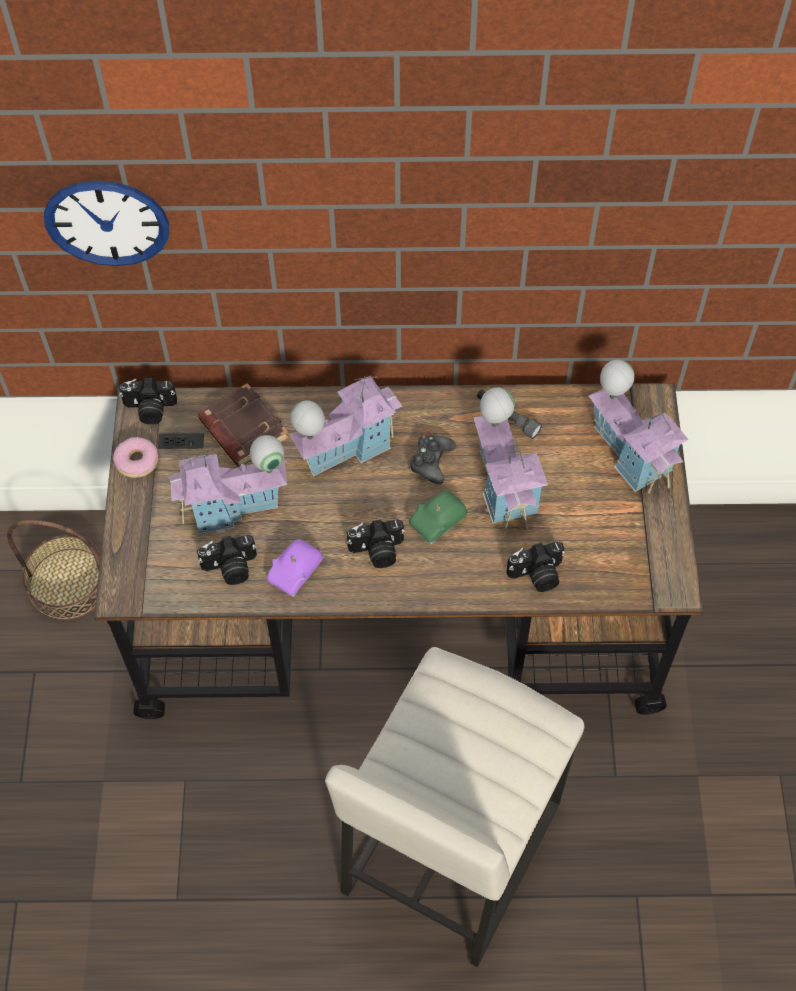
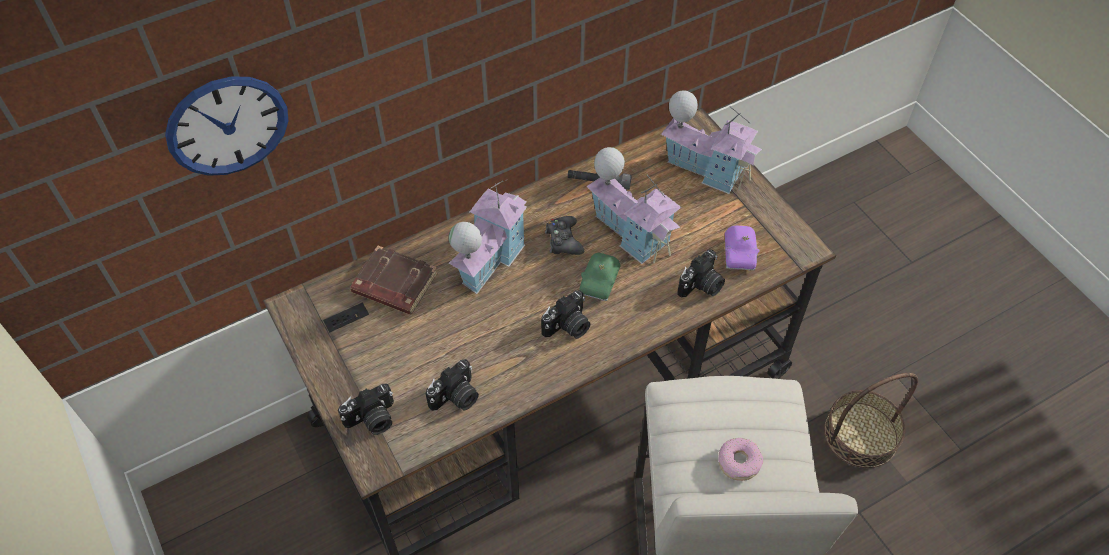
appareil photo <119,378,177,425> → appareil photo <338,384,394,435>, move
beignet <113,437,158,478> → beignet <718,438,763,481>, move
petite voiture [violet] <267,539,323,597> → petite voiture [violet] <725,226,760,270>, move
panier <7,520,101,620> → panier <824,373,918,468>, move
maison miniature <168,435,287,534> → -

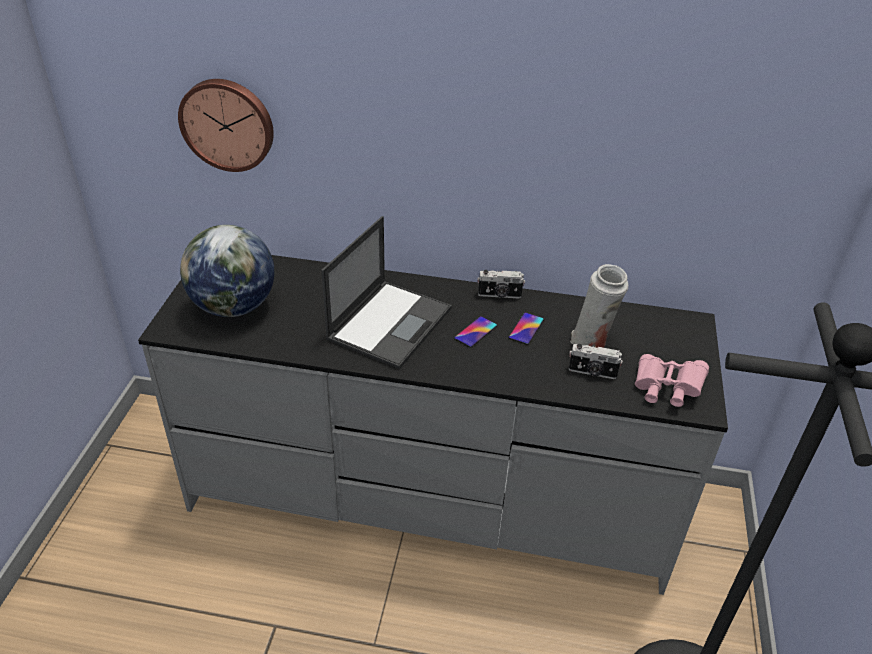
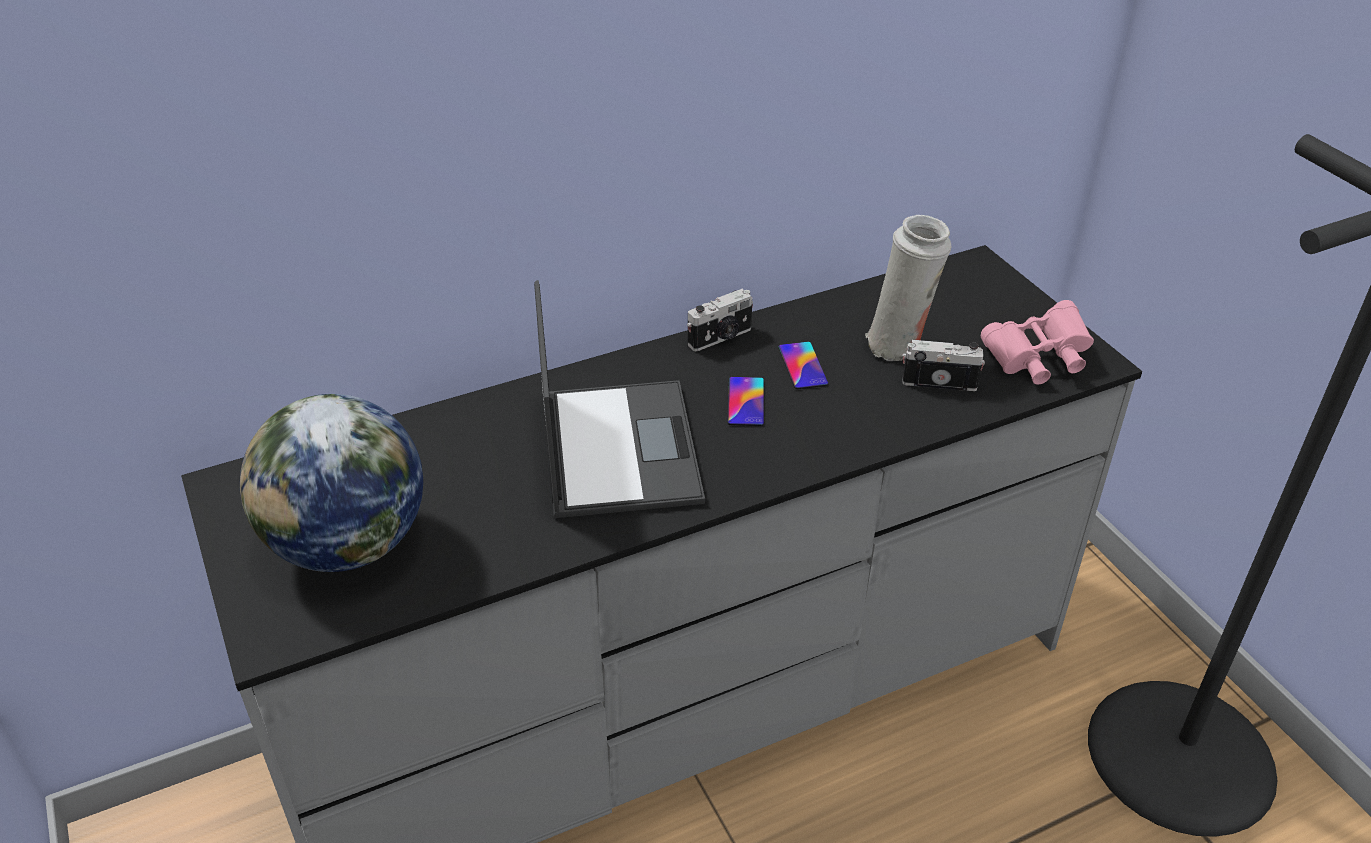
appareil photo <569,344,623,379> → appareil photo <902,340,985,391>, 150 degrees counterclockwise
horloge murale <178,79,274,172> → -

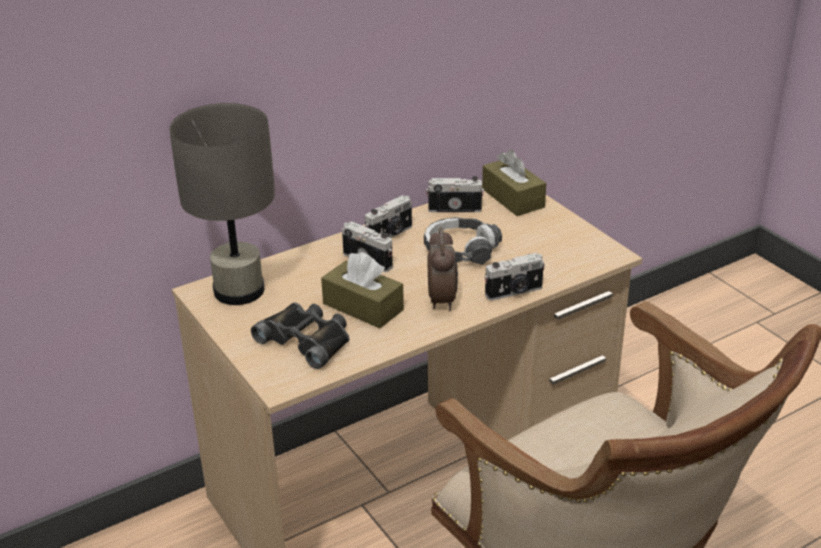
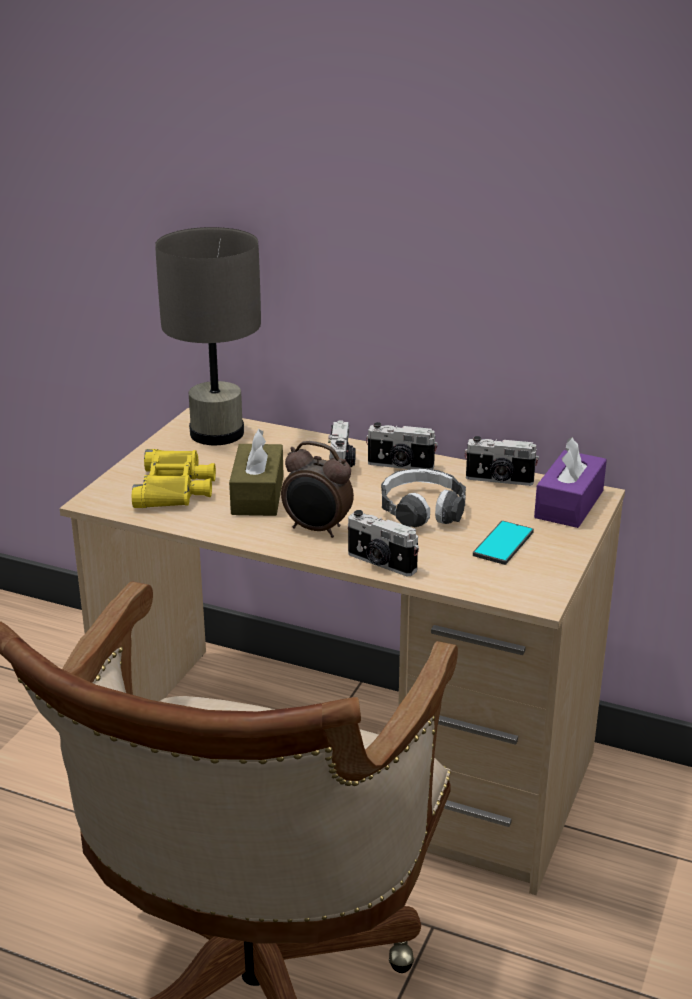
jumelles [noir] <251,302,349,369> → jumelles [jaune] <132,449,216,508>
réveil <428,228,458,311> → réveil <281,441,354,538>, 60 degrees clockwise
appareil photo <426,176,484,212> → appareil photo <464,436,539,486>, 135 degrees clockwise
- → téléphone <473,521,534,565>
boîte à mouchoirs [marron] <482,150,546,216> → boîte à mouchoirs [violet] <534,437,607,528>

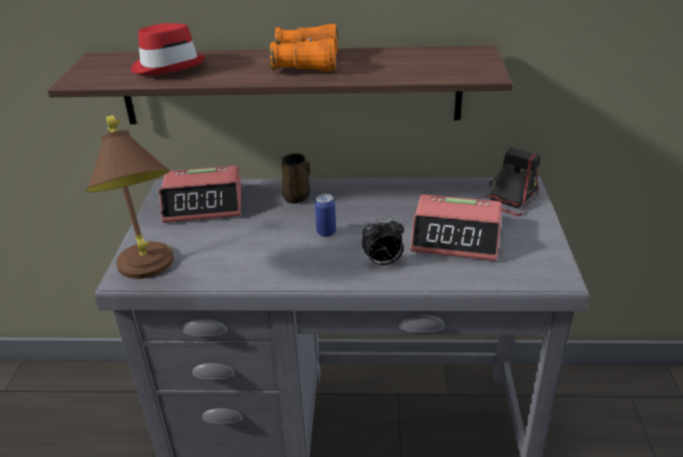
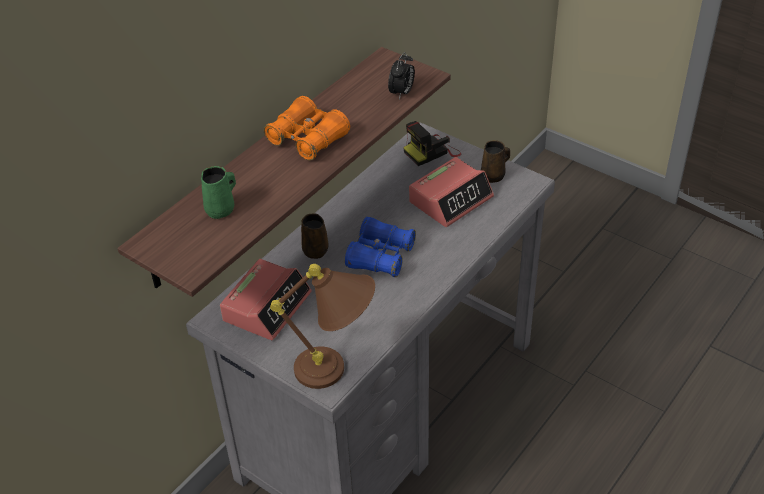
chapeau [rouge] <131,23,205,75> → mug [vert] <201,166,236,219>
boîte métallique <315,194,336,237> → jumelles [bleu] <345,217,416,277>
réveil <362,217,404,266> → réveil <388,52,415,100>, move
appareil photo <478,147,541,216> → appareil photo <403,121,461,166>, 105 degrees counterclockwise
- → mug [marron] <481,140,510,183>

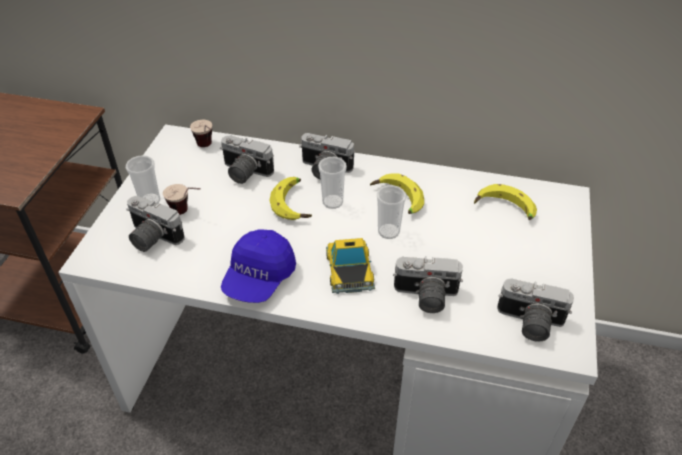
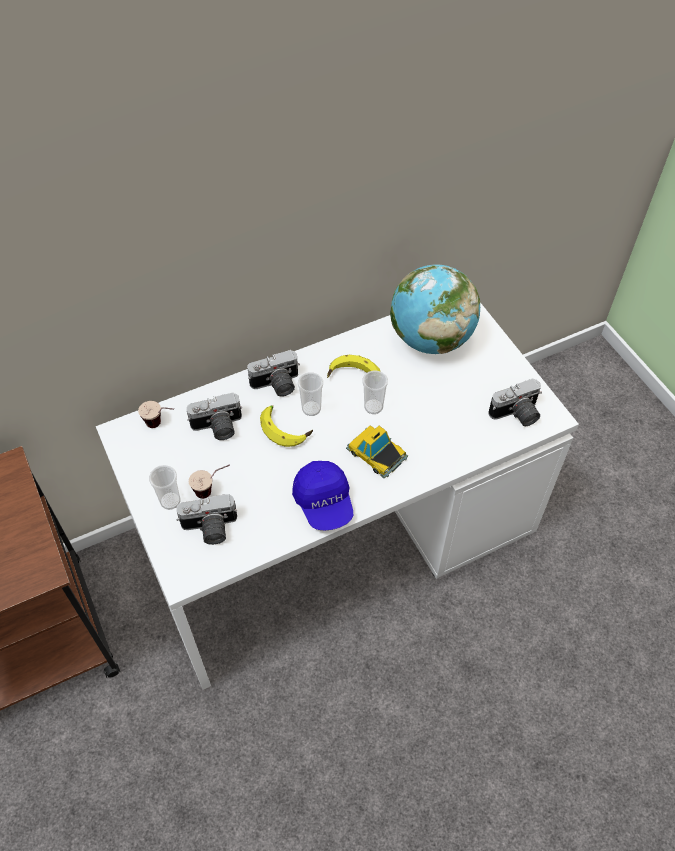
banane <474,184,537,220> → globe <390,264,480,354>
appareil photo <393,257,463,313> → -

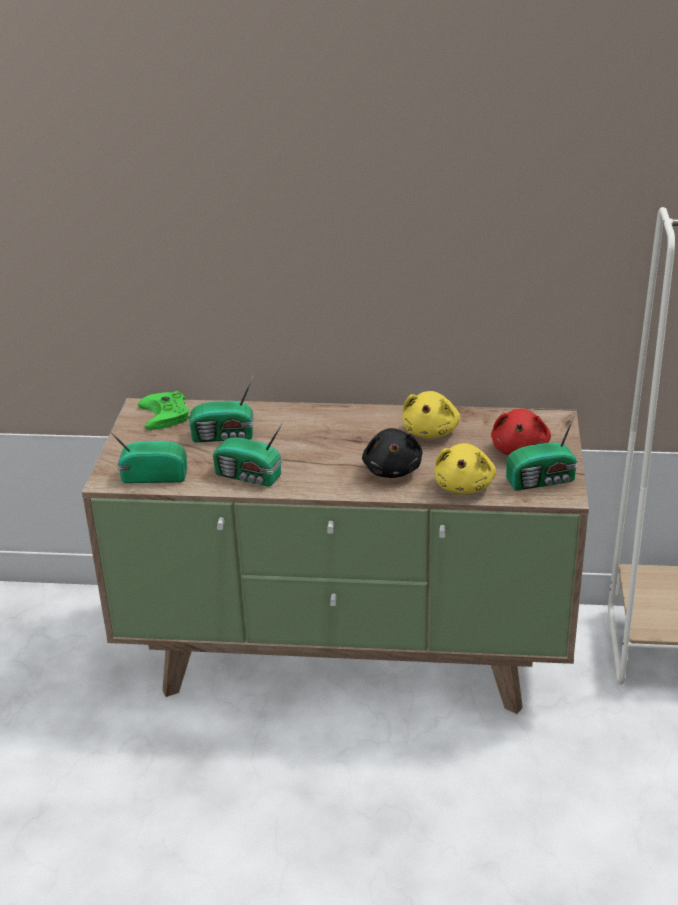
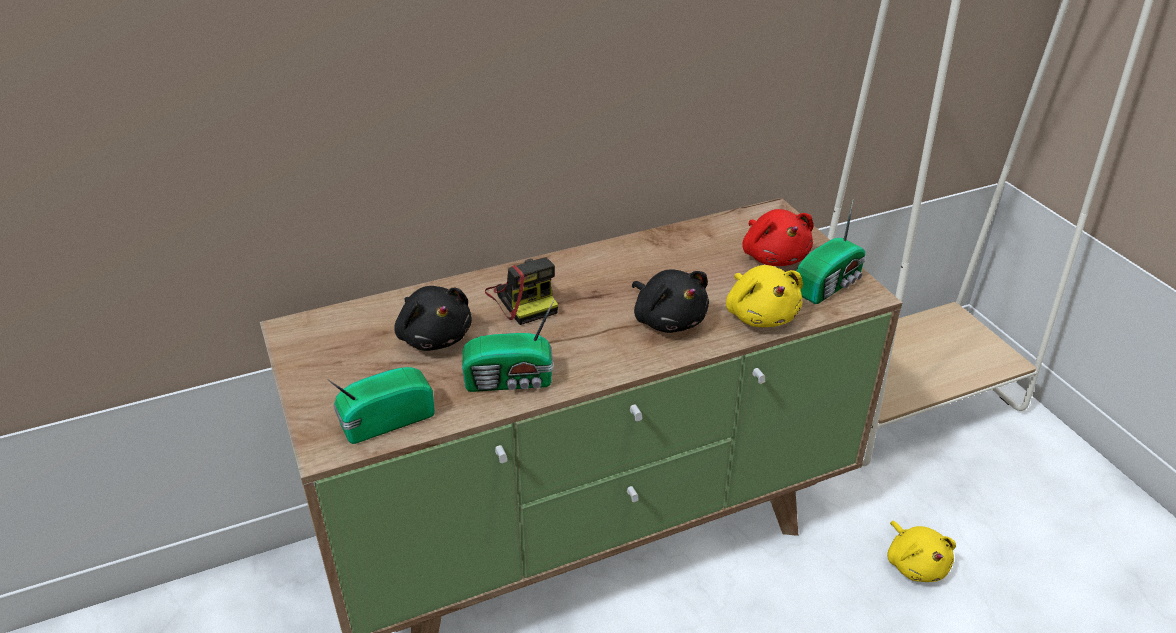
radio <189,375,254,442> → peluche [noir] <394,286,472,351>
- → appareil photo <485,257,558,325>
peluche [jaune] <403,391,460,438> → peluche [jaune] <887,521,956,582>, move
manette [vert] <138,391,190,430> → -

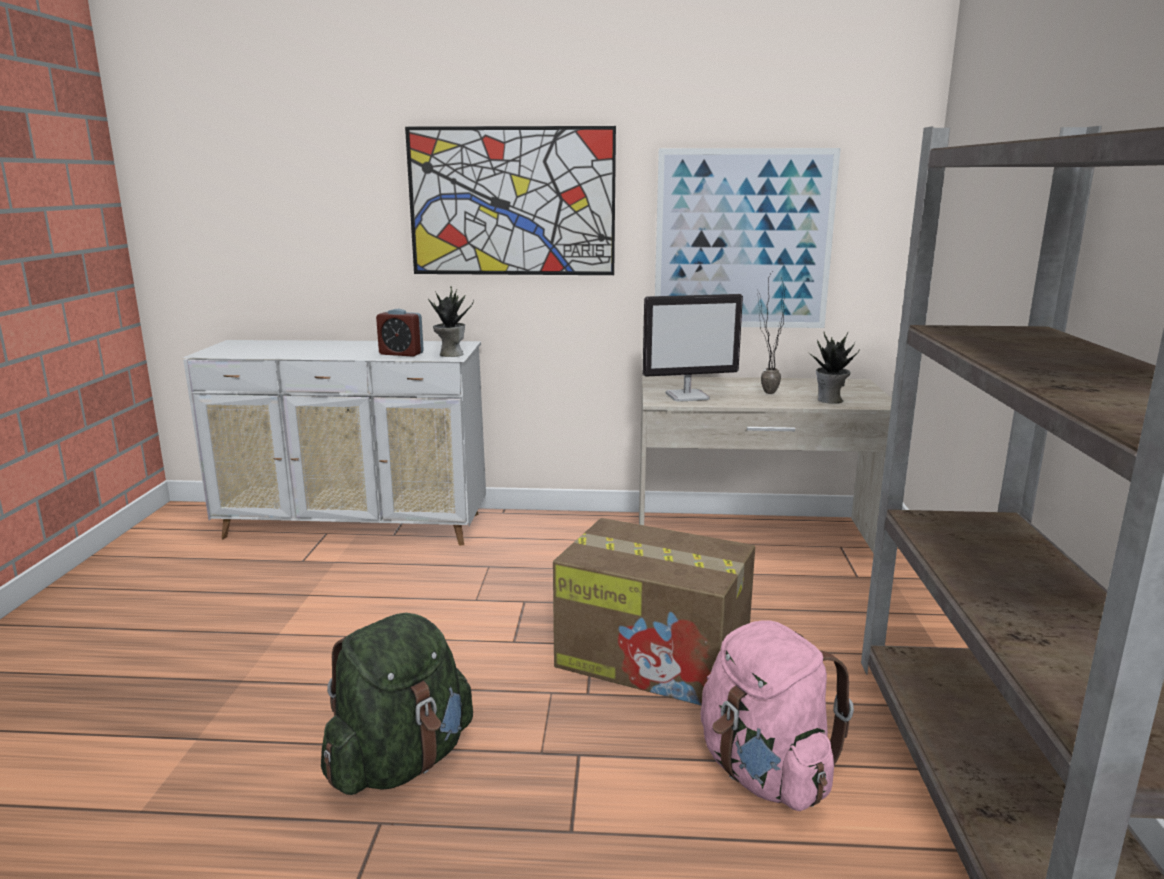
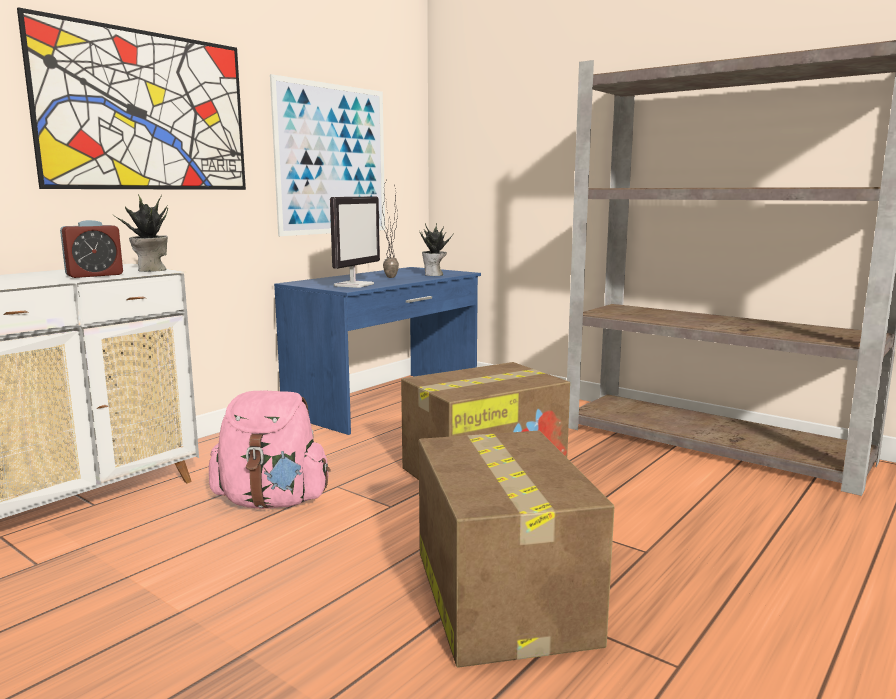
sac à dos [rose] <701,620,854,811> → sac à dos [rose] <209,391,331,509>, move
bureau [beige] <639,376,892,554> → bureau [bleu] <274,267,481,435>
sac à dos [vert] <321,613,473,795> → carton <419,431,614,668>

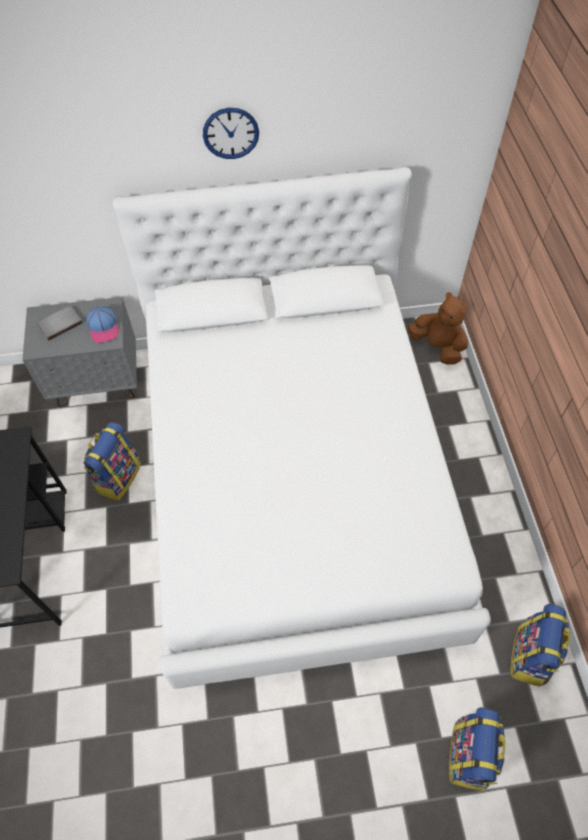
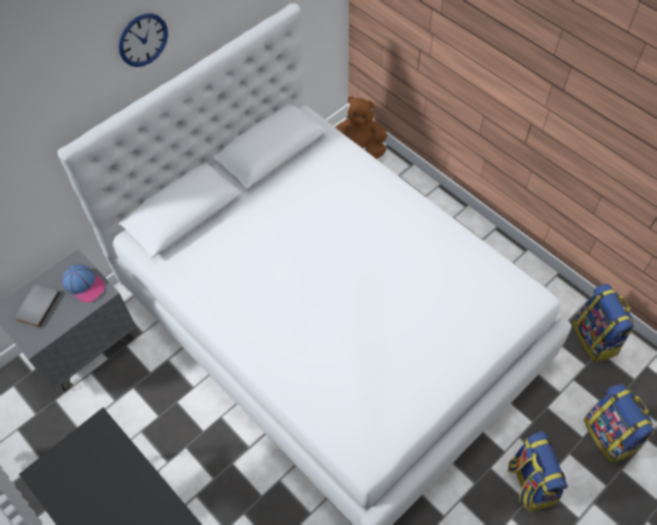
sac à dos <83,422,141,501> → sac à dos <508,431,568,512>, move

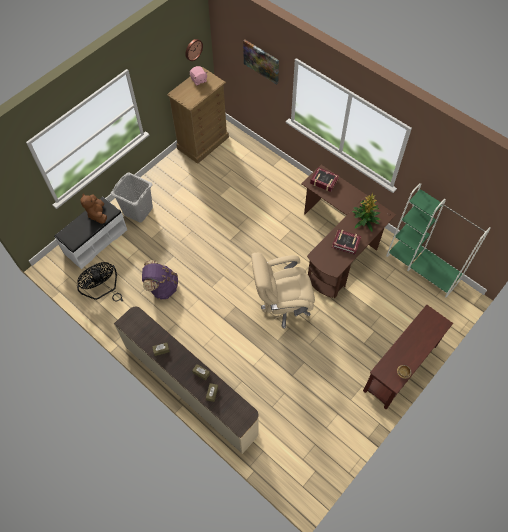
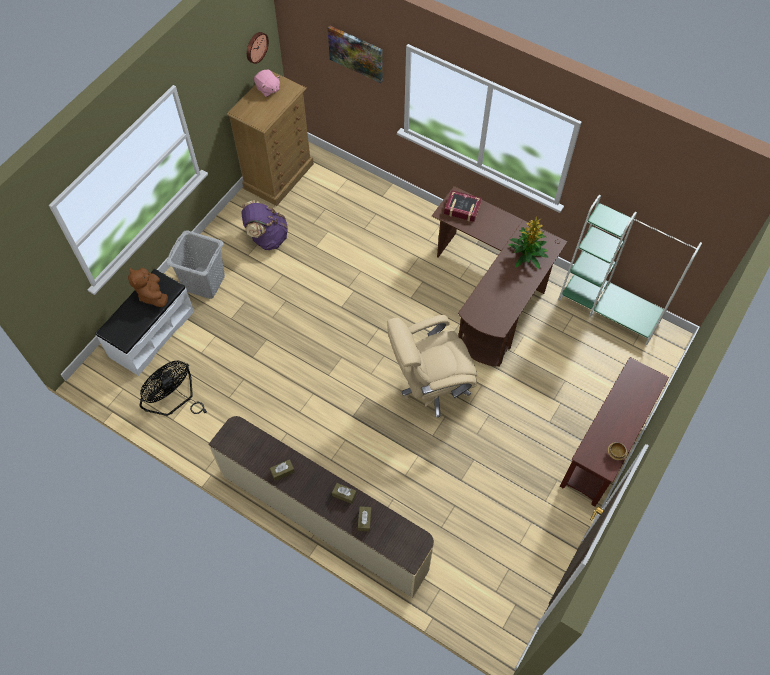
sac à dos [violet] <142,260,178,299> → sac à dos [violet] <241,200,288,250>, move
livre <332,229,361,255> → -

